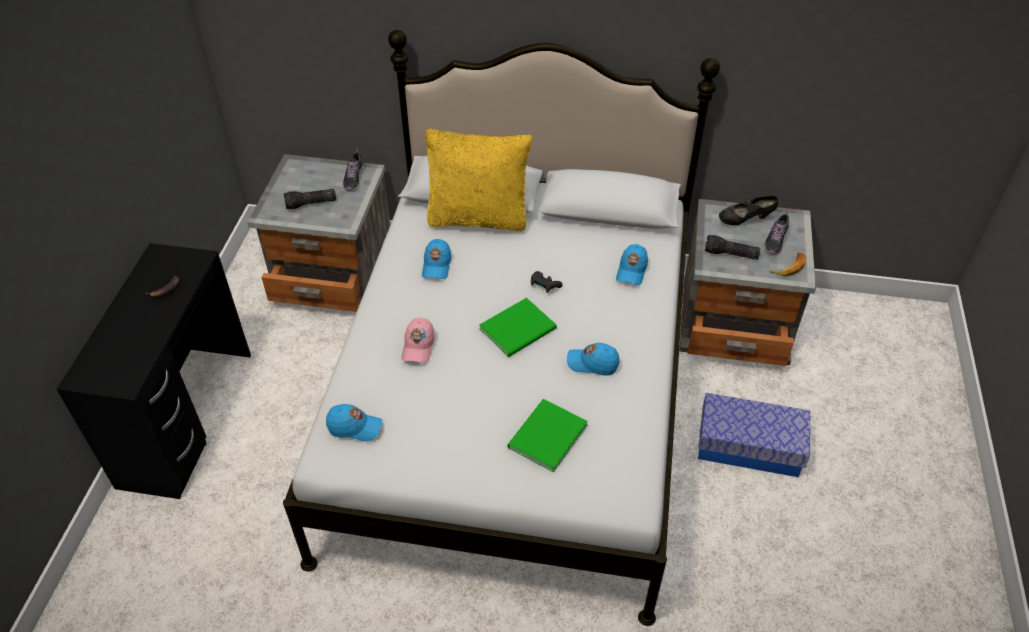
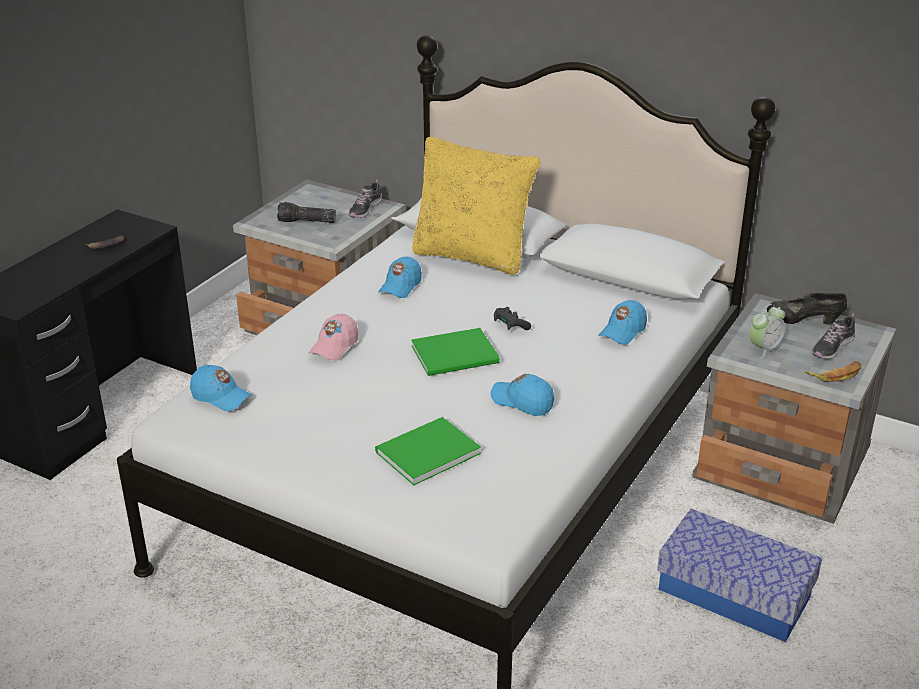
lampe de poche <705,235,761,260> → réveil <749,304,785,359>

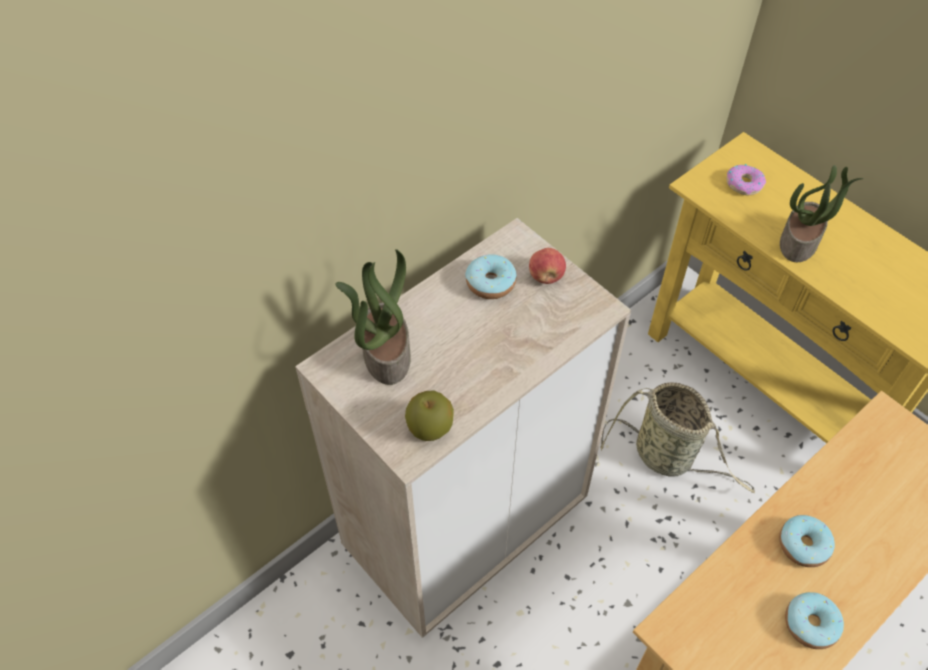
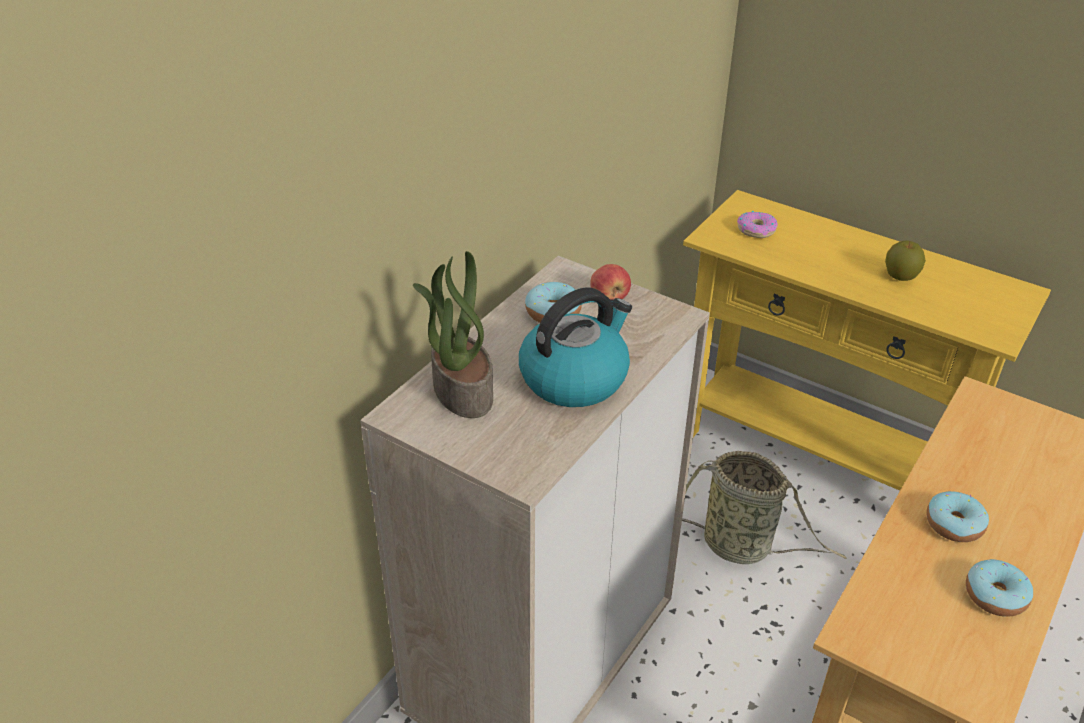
- → bouilloire <519,287,632,407>
pomme <405,391,454,441> → pomme <885,240,926,281>, move
plante en pot <780,165,864,262> → -

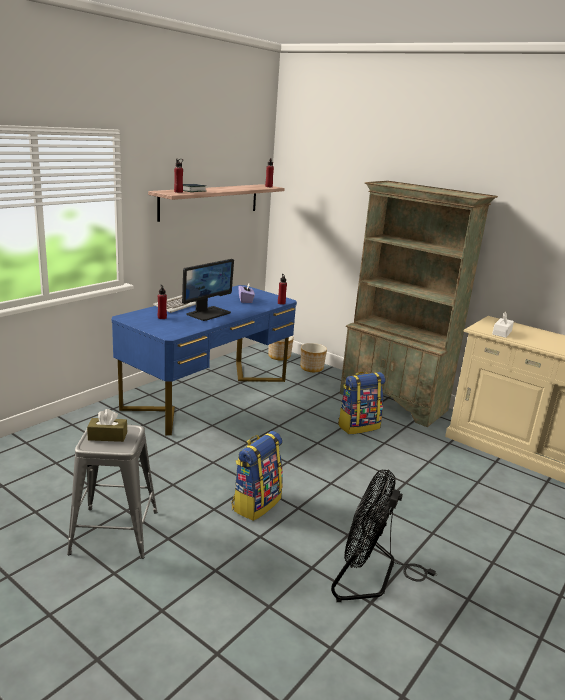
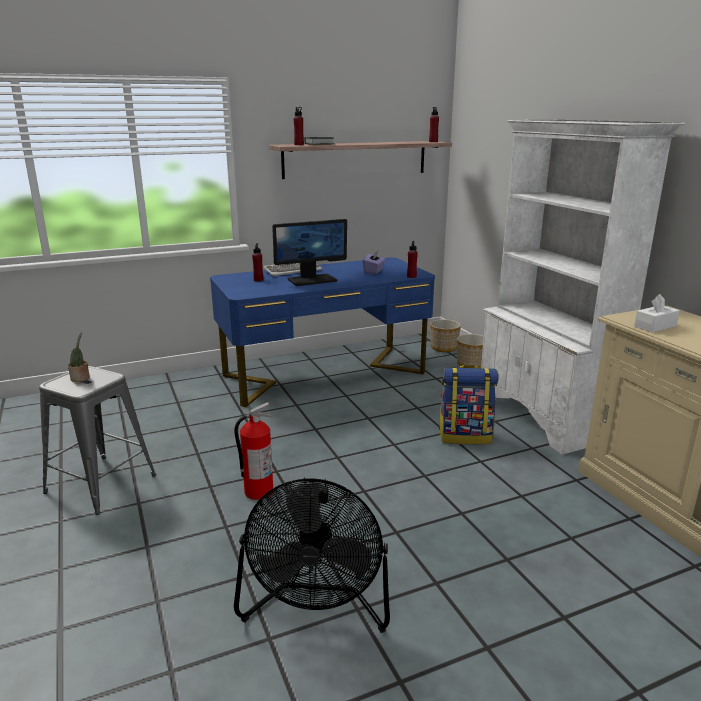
boîte à mouchoirs [marron] <87,409,127,442> → plante en pot <68,332,90,382>
sac à dos <231,431,283,521> → extincteur <234,402,273,500>
ventilateur [noir] <331,469,437,602> → ventilateur [noir] <234,477,390,633>, 135 degrees counterclockwise
bibliothèque [vert] <340,181,498,427> → bibliothèque [blanc] <481,120,685,455>

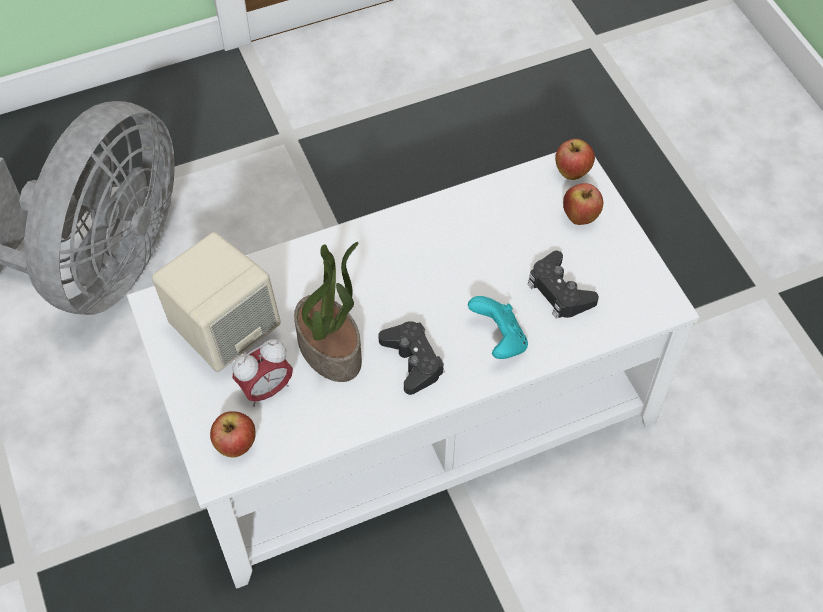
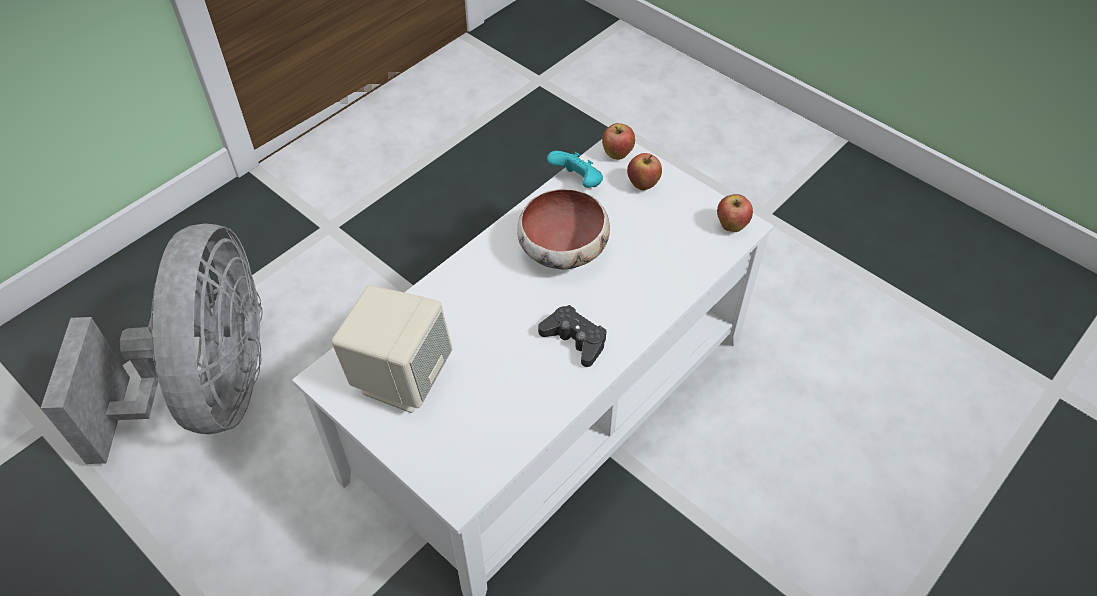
- → bol <517,189,610,269>
manette [turquoise] <468,296,528,359> → manette [turquoise] <547,151,603,188>, move
pomme <210,411,256,458> → pomme <717,194,753,232>, move
réveil <233,339,293,407> → -
plante en pot <294,242,362,382> → -
manette [noir] <528,251,599,319> → -

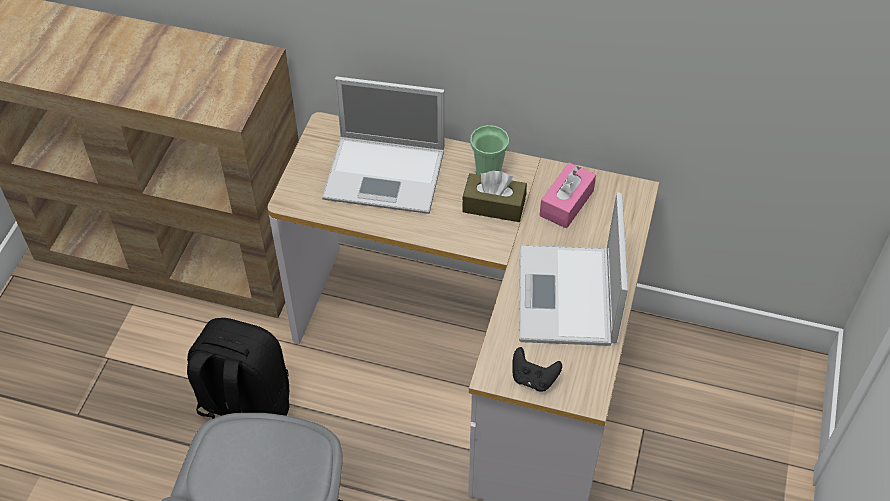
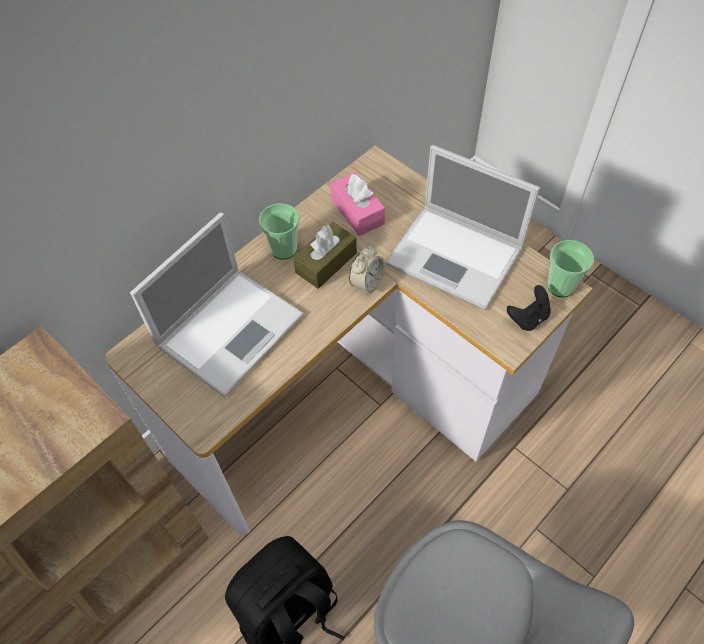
- → réveil <349,246,385,295>
- → tasse <547,240,594,298>

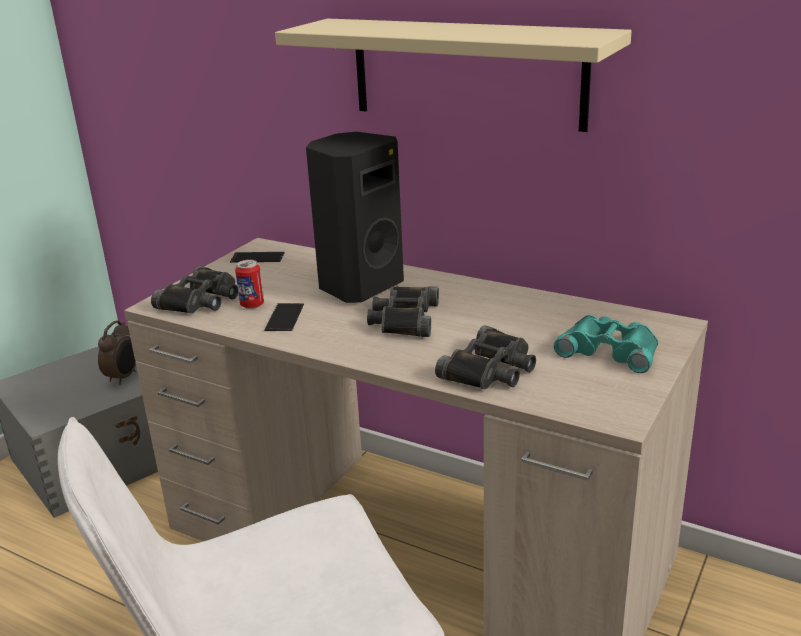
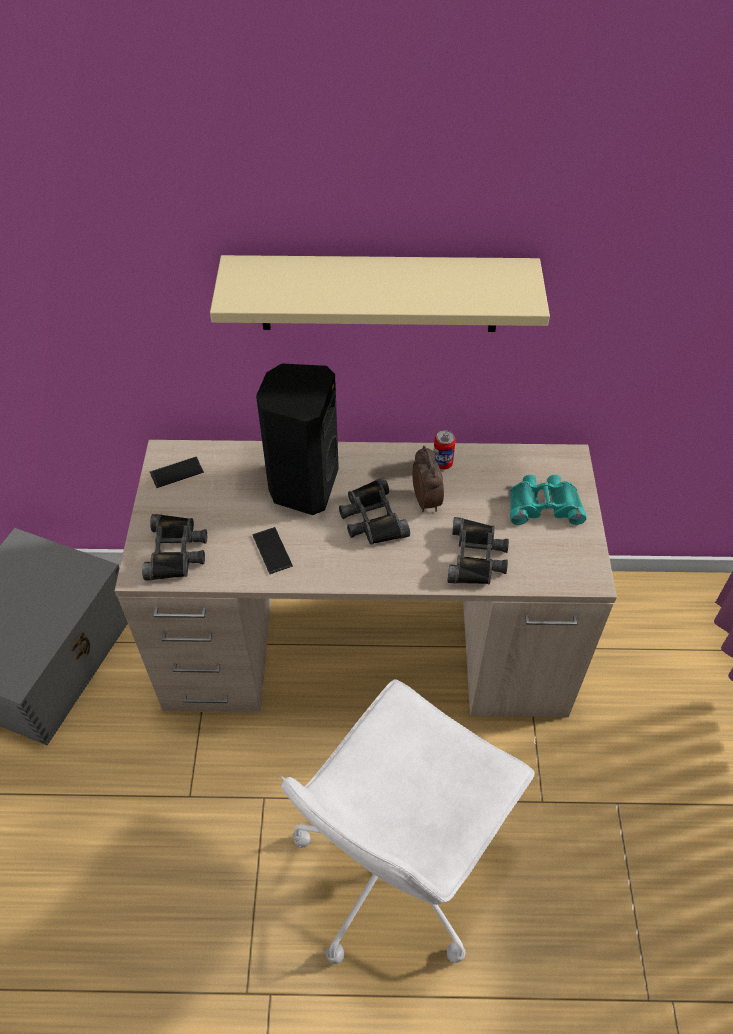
réveil <98,321,136,385> → réveil <412,446,444,512>, move
boîte métallique <235,260,264,309> → boîte métallique <433,430,456,470>, move

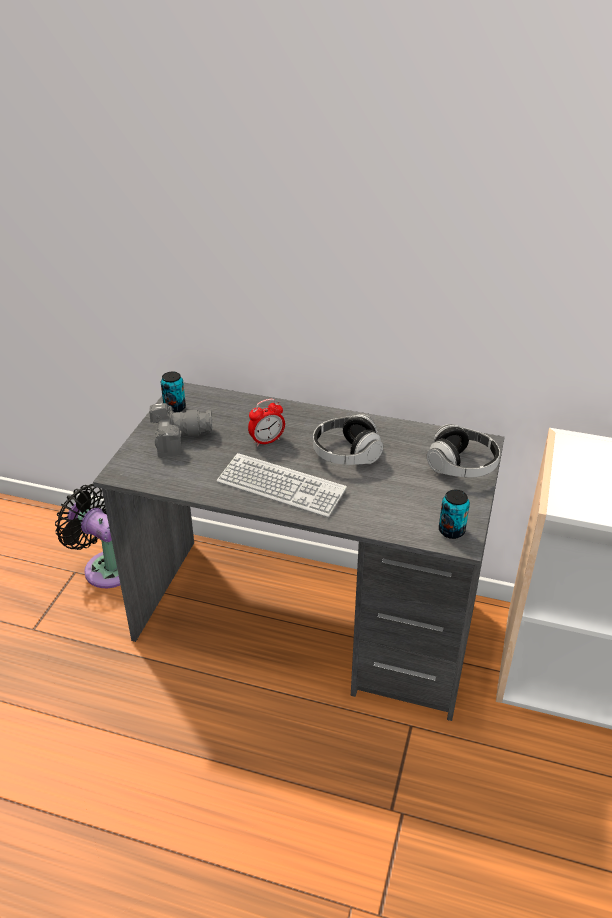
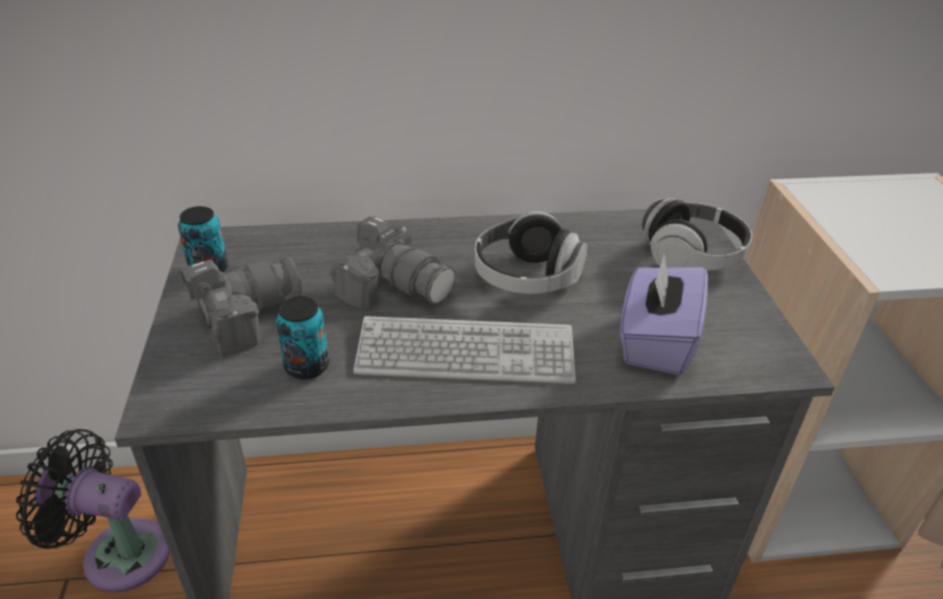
boîte métallique <439,490,470,539> → boîte métallique <276,297,329,380>, move
réveil <248,399,285,447> → appareil photo <330,216,456,308>
- → boîte à mouchoirs [violet] <620,254,708,375>

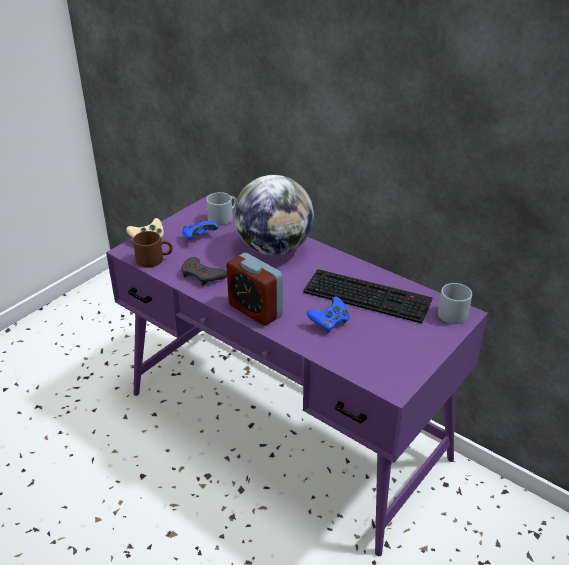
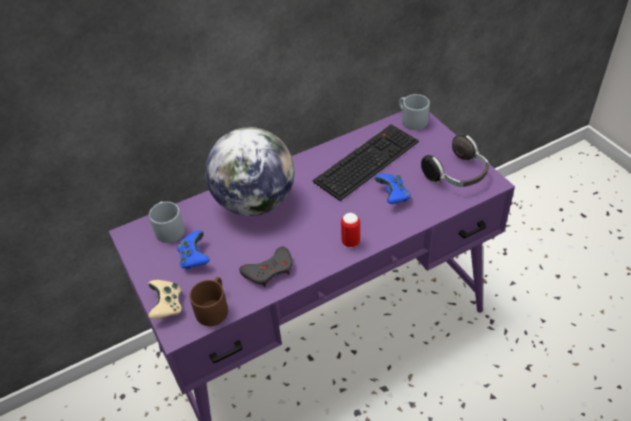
réveil <226,253,283,326> → boîte métallique <341,213,360,248>
- → casque audio <421,135,489,187>

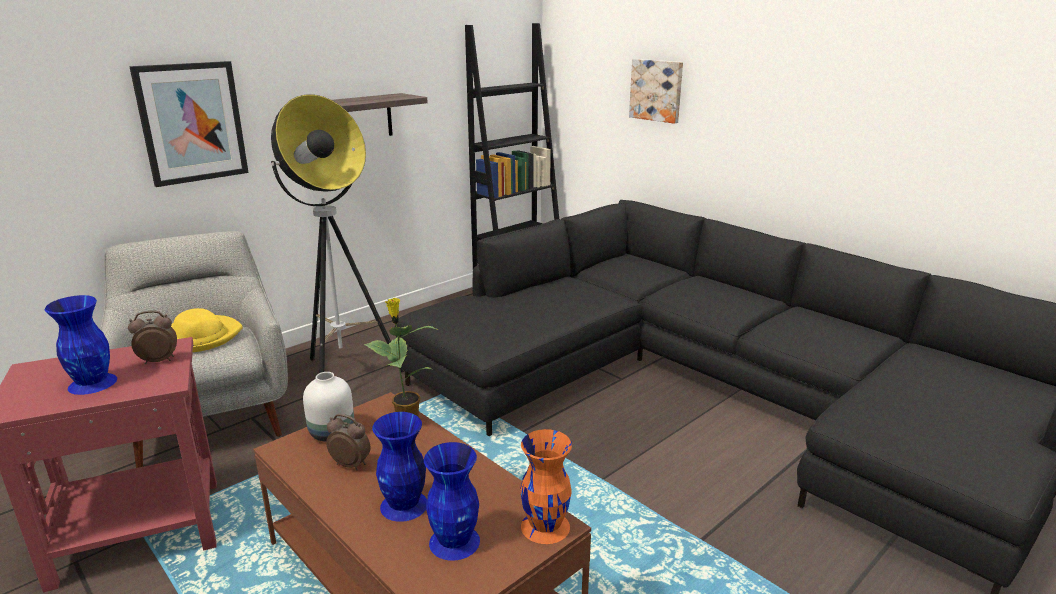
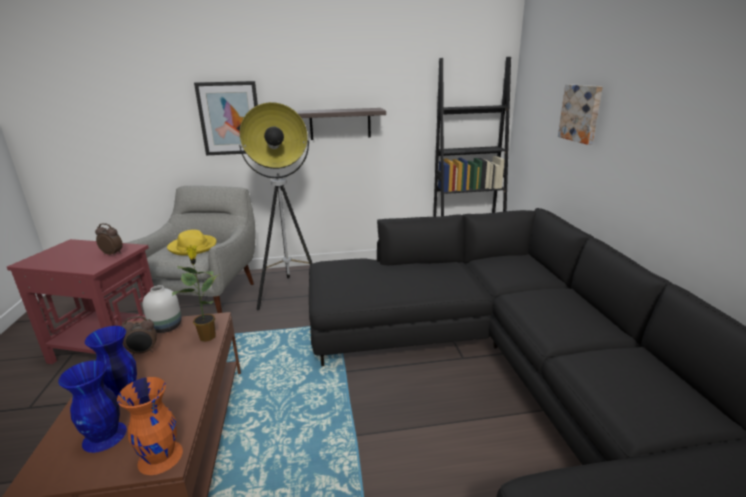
réveil <326,414,371,470> → réveil <121,316,157,356>, 105 degrees clockwise
vase [bleu] <45,295,117,395> → -

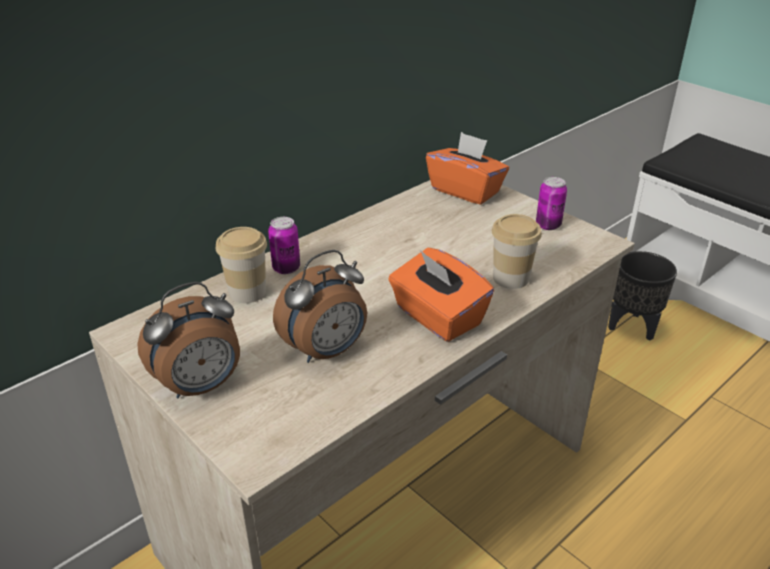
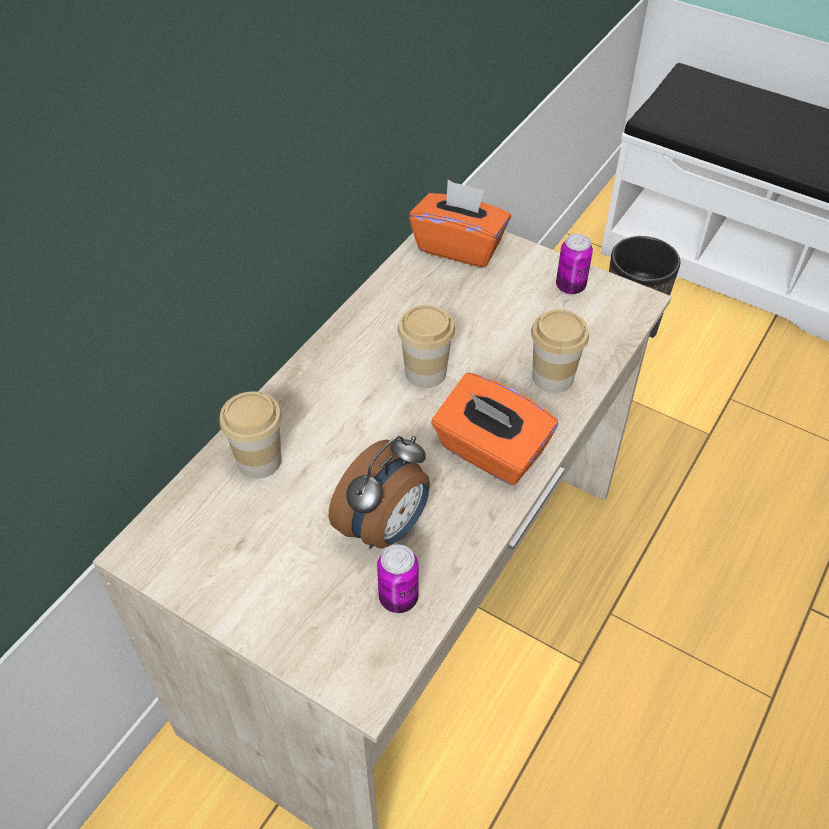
boîte métallique <268,217,300,274> → boîte métallique <377,544,419,613>, move
- → tasse <398,305,455,388>
réveil <137,282,240,399> → -

